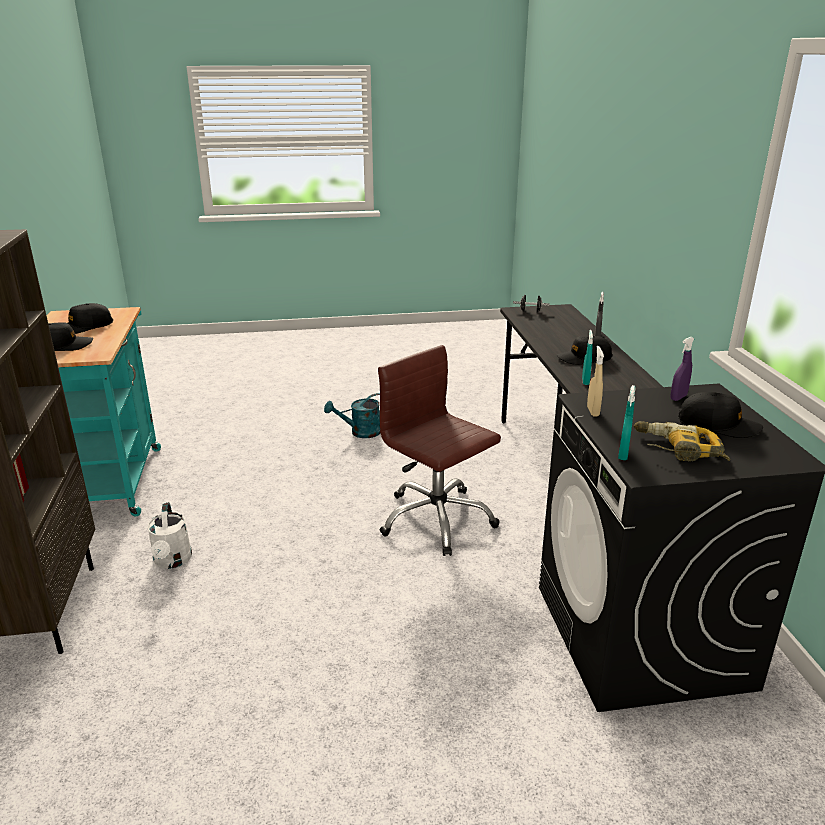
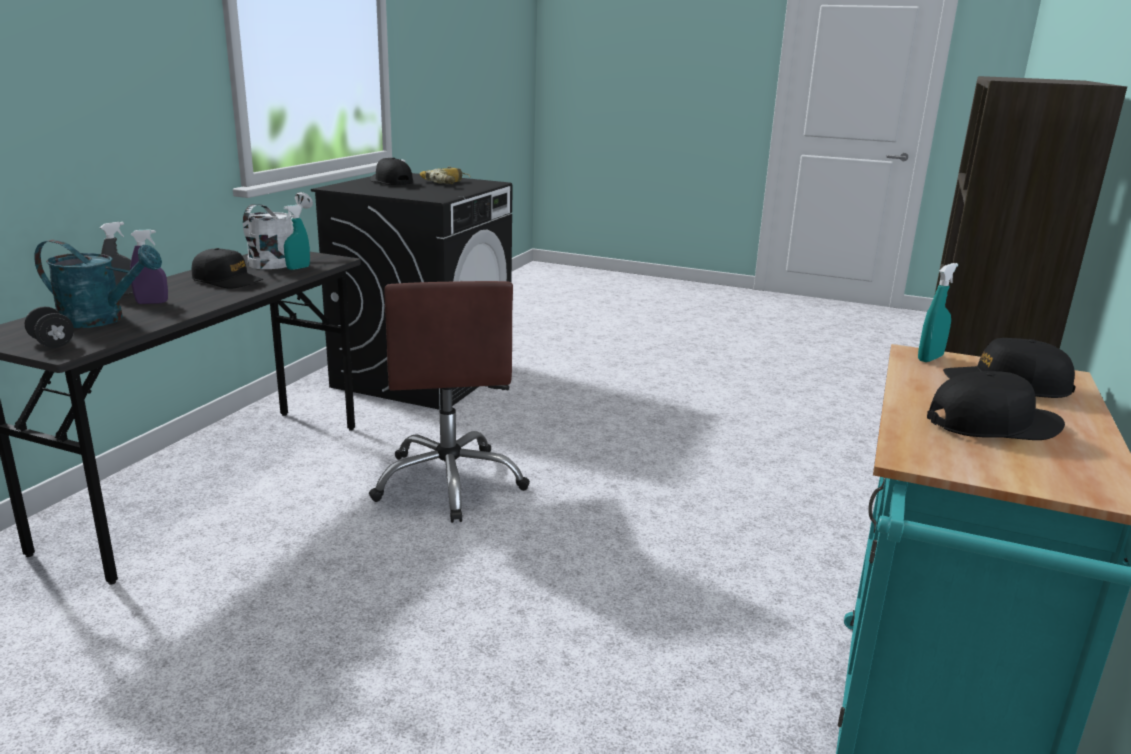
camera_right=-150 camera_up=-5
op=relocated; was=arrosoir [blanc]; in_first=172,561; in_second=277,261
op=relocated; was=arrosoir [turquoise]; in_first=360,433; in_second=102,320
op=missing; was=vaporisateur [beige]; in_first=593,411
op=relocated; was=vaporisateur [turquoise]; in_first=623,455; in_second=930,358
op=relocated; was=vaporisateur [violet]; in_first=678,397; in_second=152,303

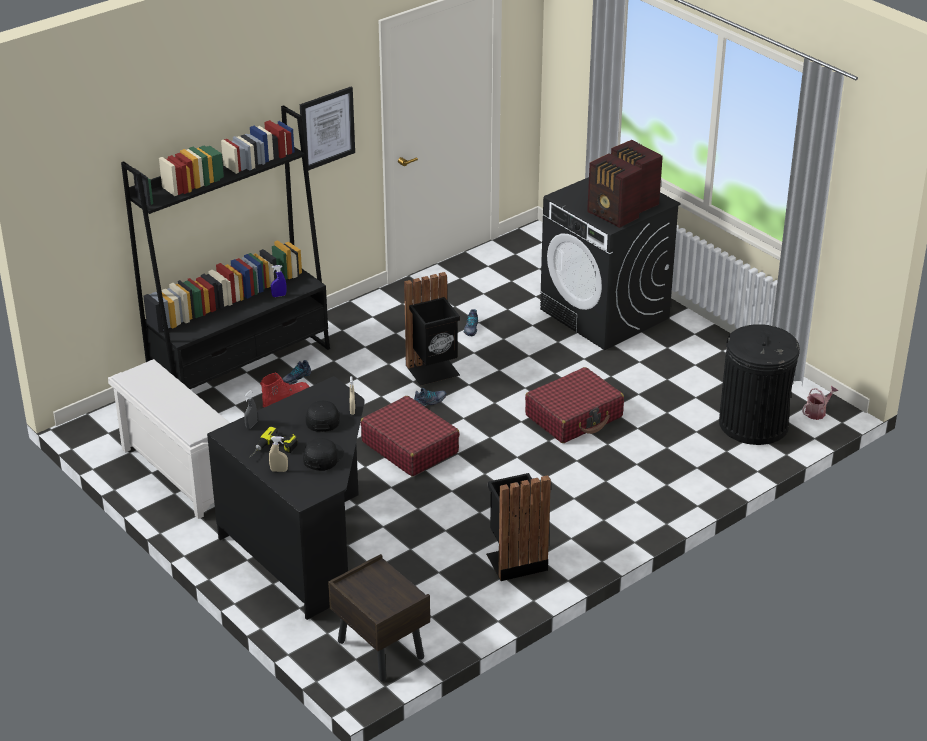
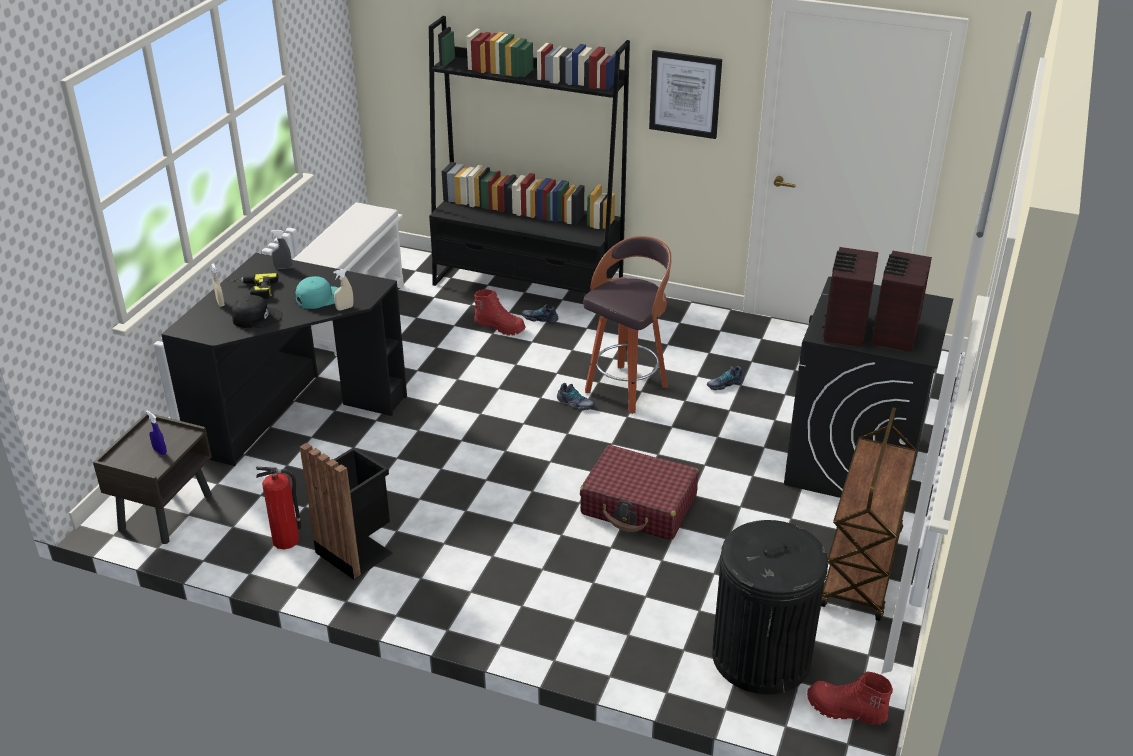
camera_right=60 camera_up=0
op=relocated; was=vaporisateur [bleu]; in_first=279,295; in_second=160,451
op=colour; was=casquette [noir]; now=casquette [turquoise]; in_first=322,419; in_second=319,297
op=missing; was=valise [rouge]; in_first=410,447
op=exchanged; was=poubelle [noir]; now=tabouret; in_first=434,371; in_second=627,388
op=exchanged; was=arrosoir; now=botte [rouge]; in_first=817,412; in_second=845,710
op=appeared; now=extincteur; in_second=286,540
op=appeared; now=chariot [marron]; in_second=862,570

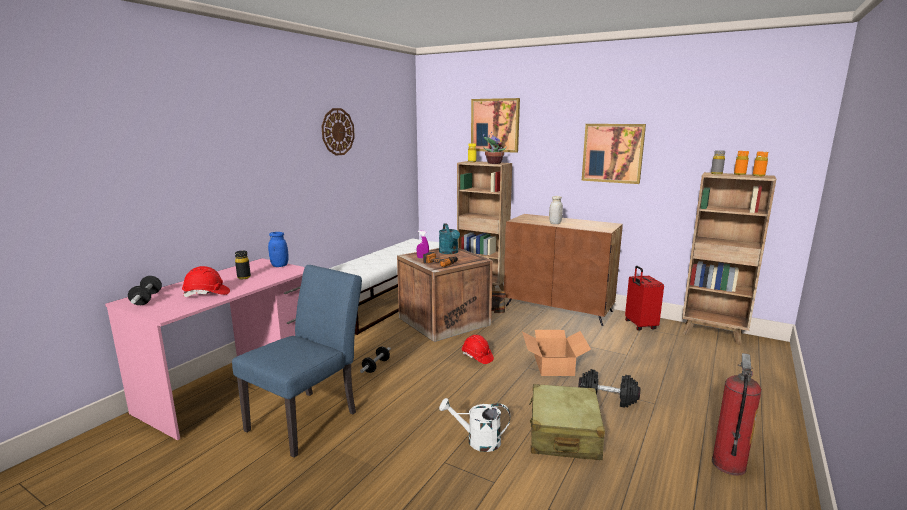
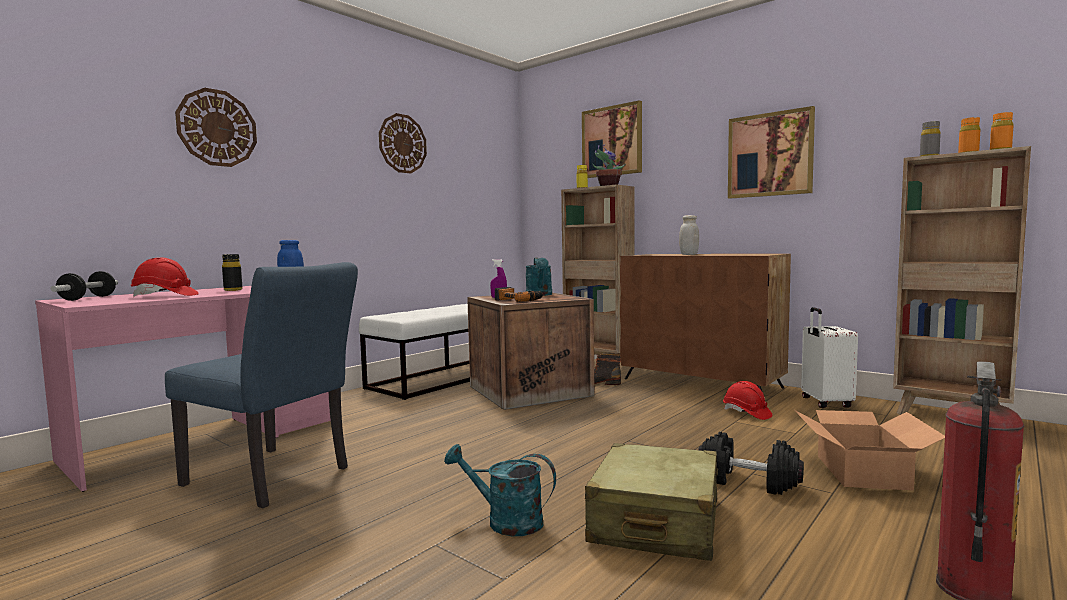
camera_right=10 camera_up=-10
op=spun; was=chaise [bleu]; in_first=309,417; in_second=274,478; clockwise=75
op=missing; was=haltère; in_first=376,366
op=colour; was=arrosoir [blanc]; now=arrosoir [turquoise]; in_first=477,441; in_second=505,521
op=relocated; was=casque de chantier [rouge]; in_first=477,357; in_second=746,413
op=relocated; was=carton; in_first=554,365; in_second=863,472
op=colour; was=valise [rouge]; now=valise [blanc]; in_first=639,325; in_second=825,403
op=appeared; now=horloge murale; in_second=217,128

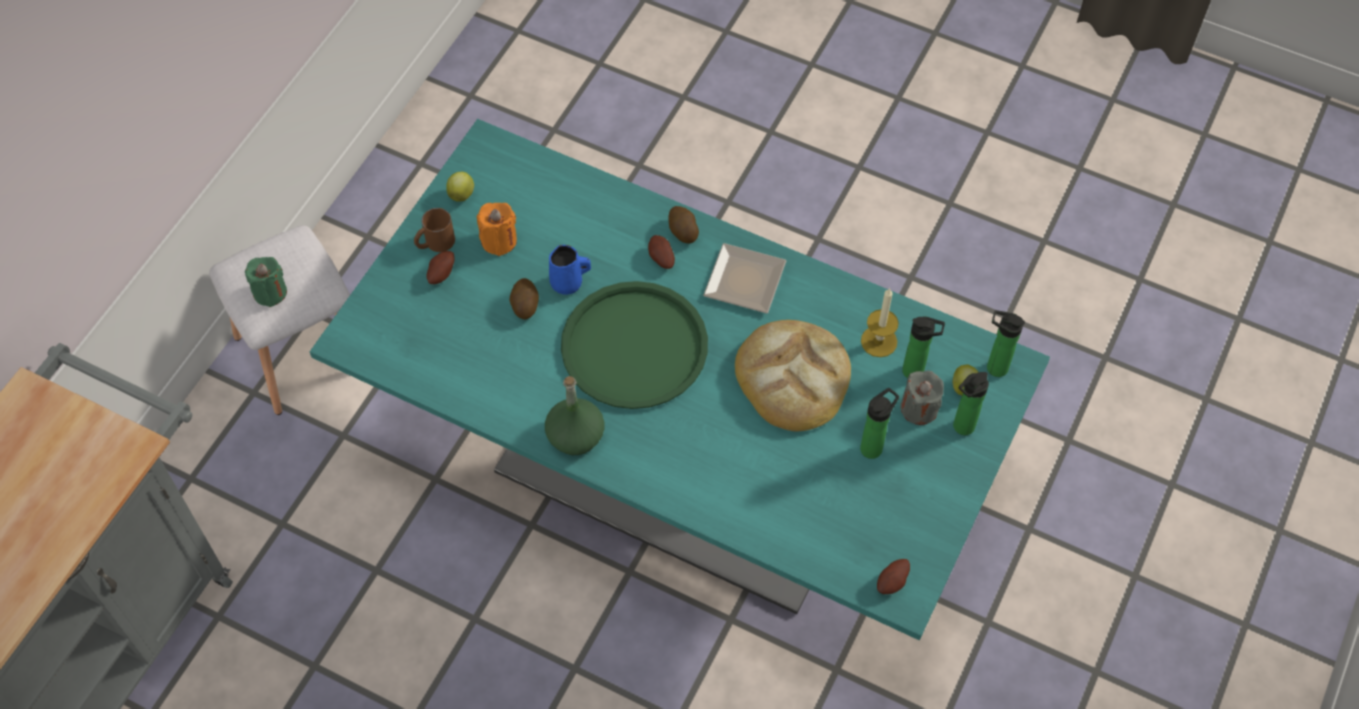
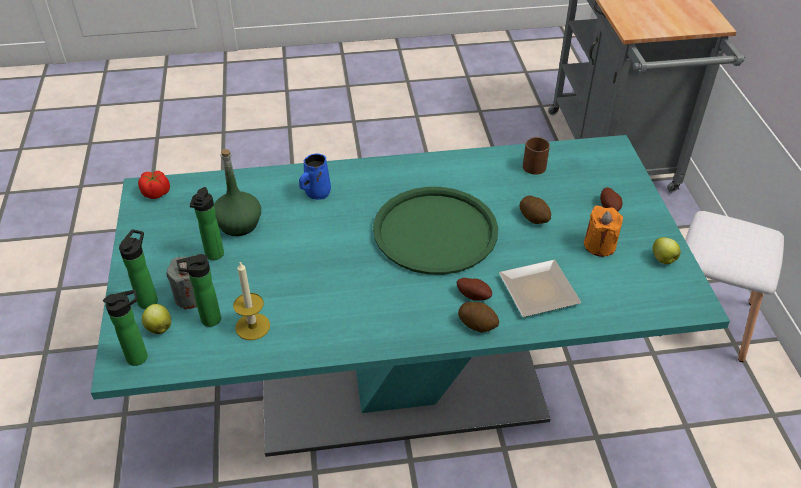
camera_right=145 camera_up=-15
op=missing; was=bougie [vert]; in_first=270,292
op=relocated; was=mug [marron]; in_first=435,243; in_second=535,163
op=relocated; was=bouteille [vert]; in_first=575,436; in_second=239,224
op=relocated; was=mug [bleu]; in_first=568,283; in_second=316,193
op=relocated; was=assiette; in_first=741,282; in_second=539,289
op=missing; was=pain; in_first=793,377
op=exchanged; was=pomme de terre; now=tomate; in_first=893,582; in_second=156,193

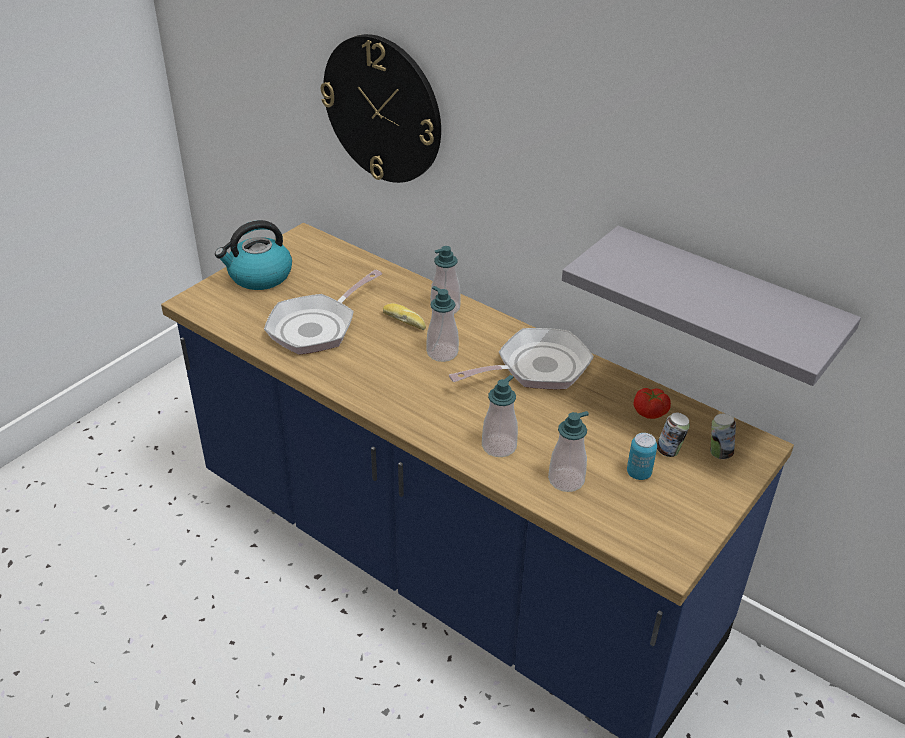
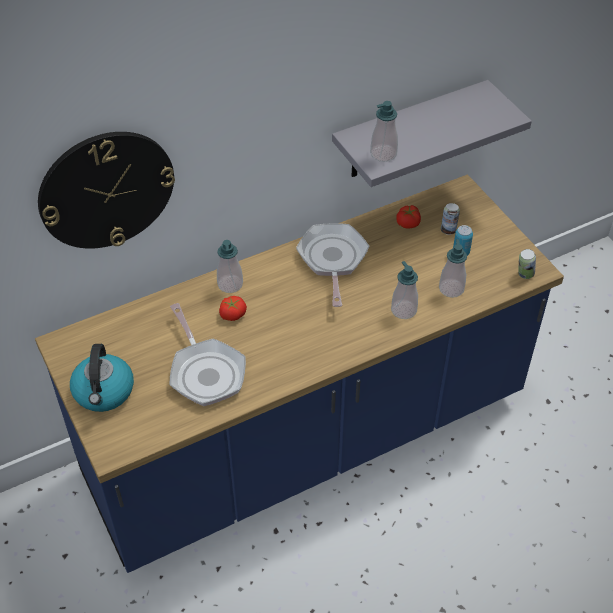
camera_right=-65 camera_up=10
op=exchanged; was=pain; now=tomate; in_first=405,321; in_second=232,314
op=relocated; was=distributeur de savon; in_first=442,353; in_second=383,154
op=relocated; was=boîte métallique; in_first=719,453; in_second=524,275

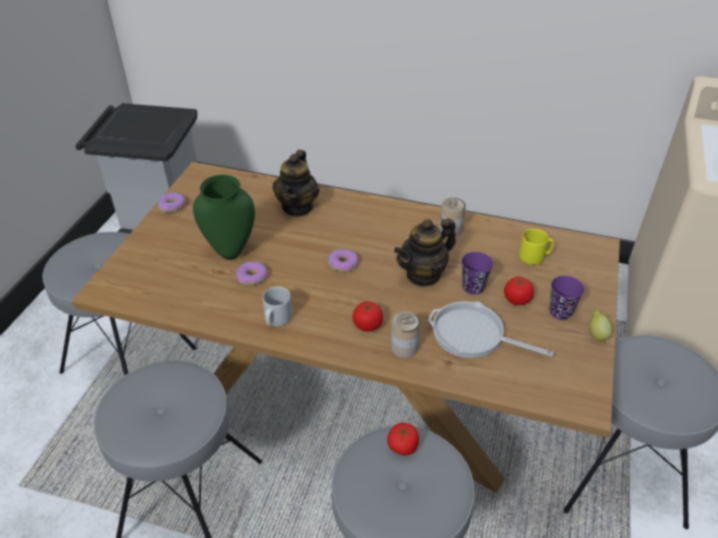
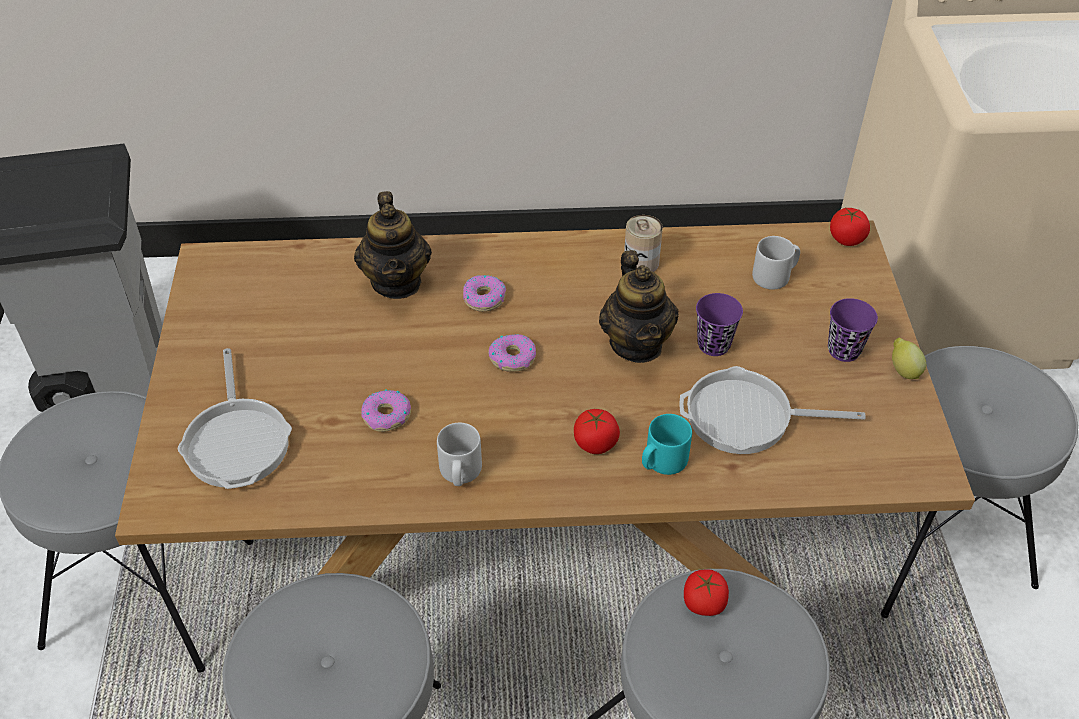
camera_right=-20 camera_up=5
op=relocated; was=beignet; in_first=172,206; in_second=484,298
op=missing; was=vase [vert]; in_first=231,251
op=exchanged; was=boîte métallique; now=mug [turquoise]; in_first=404,347; in_second=662,462
op=spun; was=théière; in_first=423,274; in_second=637,344; clockwise=-45
op=relocated; was=tomate; in_first=517,299; in_second=846,238
op=colour; was=mug [jaune]; now=mug [gris]; in_first=534,257; in_second=775,276
op=appeared; now=poêle; in_second=237,441

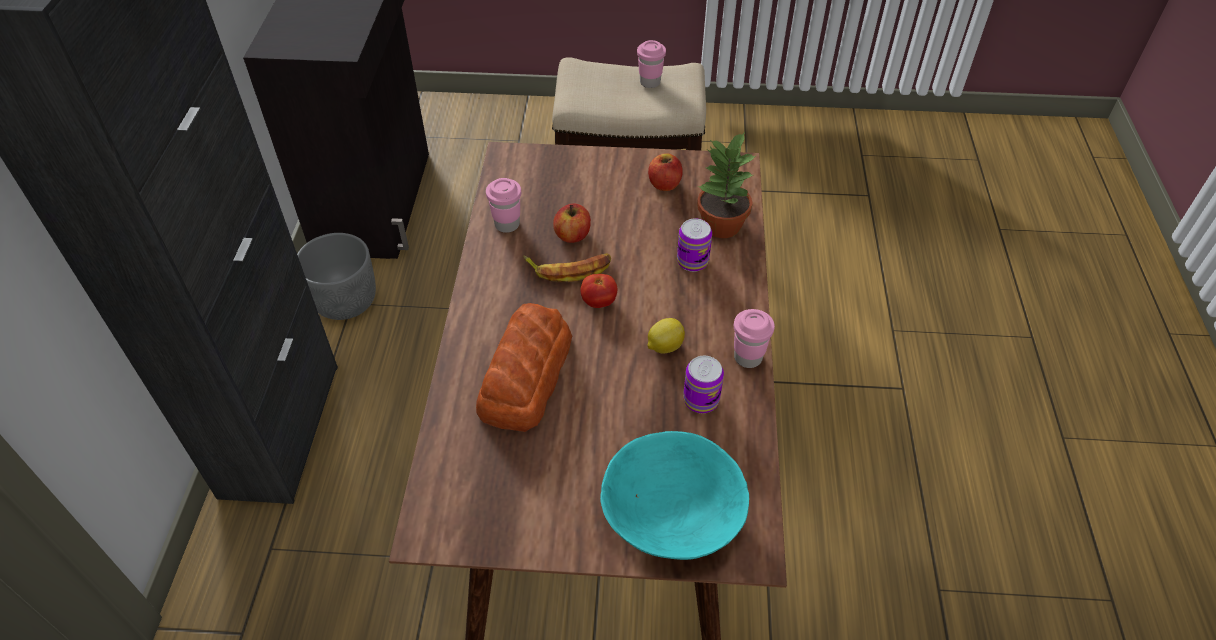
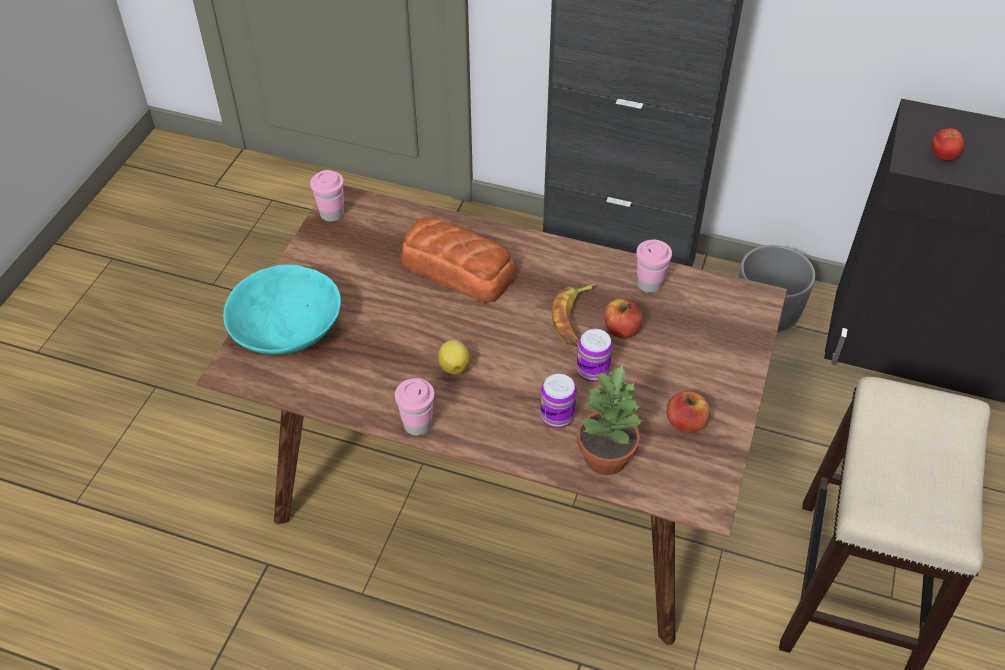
camera_right=105 camera_up=0
op=relocated; was=tomate; in_first=599,302; in_second=943,156
op=relocated; was=tasse [rose]; in_first=650,82; in_second=332,214
op=relocated; was=boîte métallique; in_first=701,400; in_second=592,370

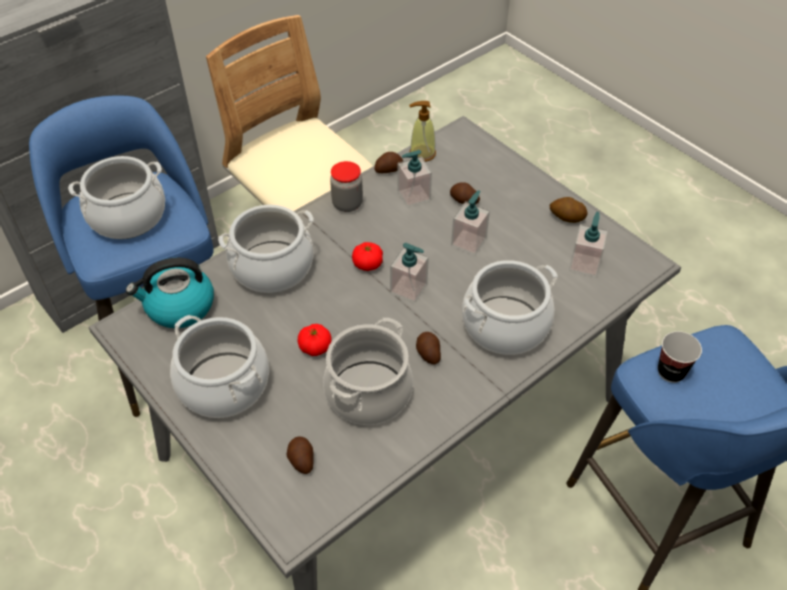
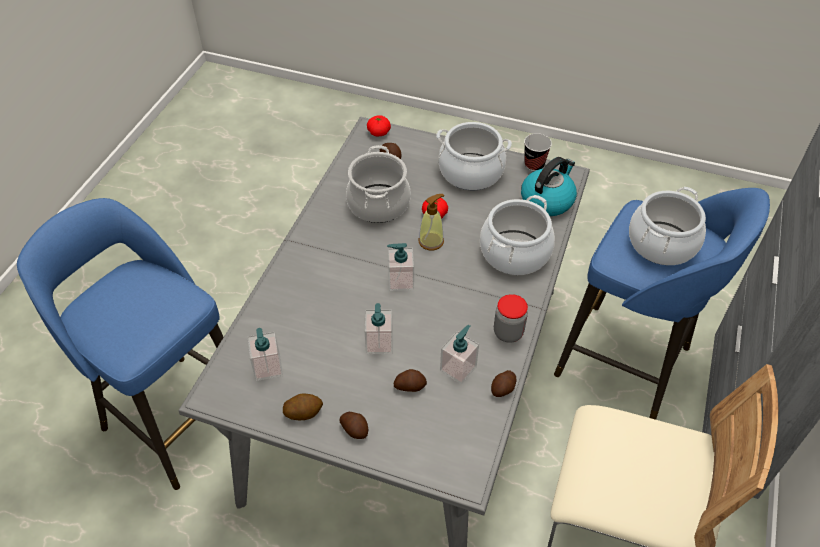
camera_right=150 camera_up=0
op=relocated; was=tomate; in_first=367,264; in_second=379,132
op=relocated; was=distributeur de savon; in_first=422,153; in_second=431,241
op=relocated; was=pomme de terre; in_first=428,353; in_second=355,429
op=missing; was=marmite; in_first=505,325
op=relocated; was=tasse; in_first=671,372; in_second=534,165

